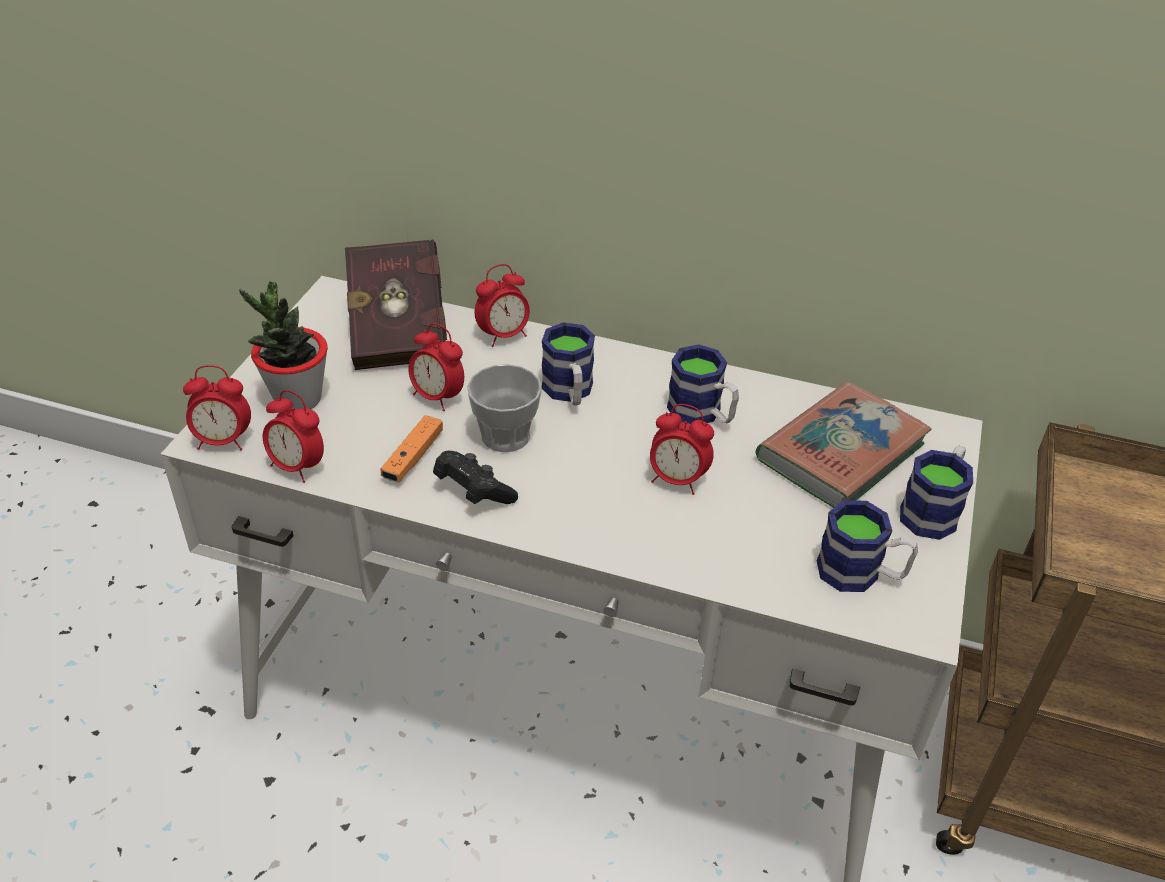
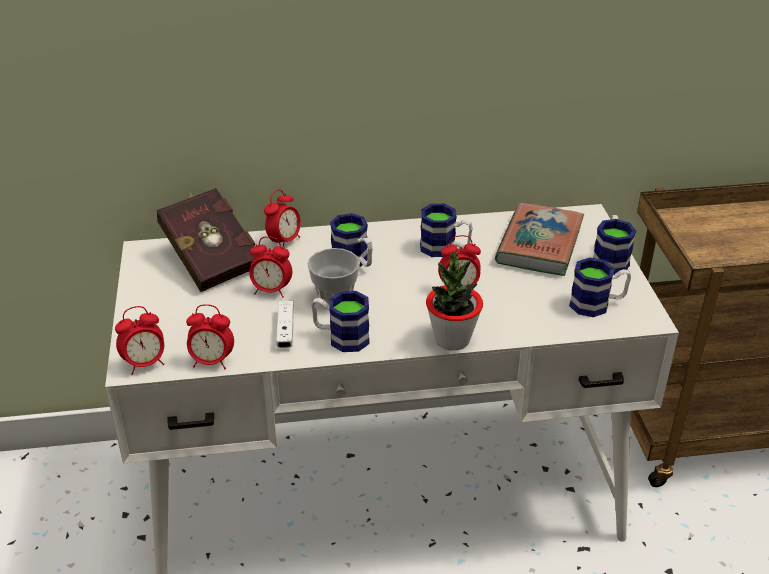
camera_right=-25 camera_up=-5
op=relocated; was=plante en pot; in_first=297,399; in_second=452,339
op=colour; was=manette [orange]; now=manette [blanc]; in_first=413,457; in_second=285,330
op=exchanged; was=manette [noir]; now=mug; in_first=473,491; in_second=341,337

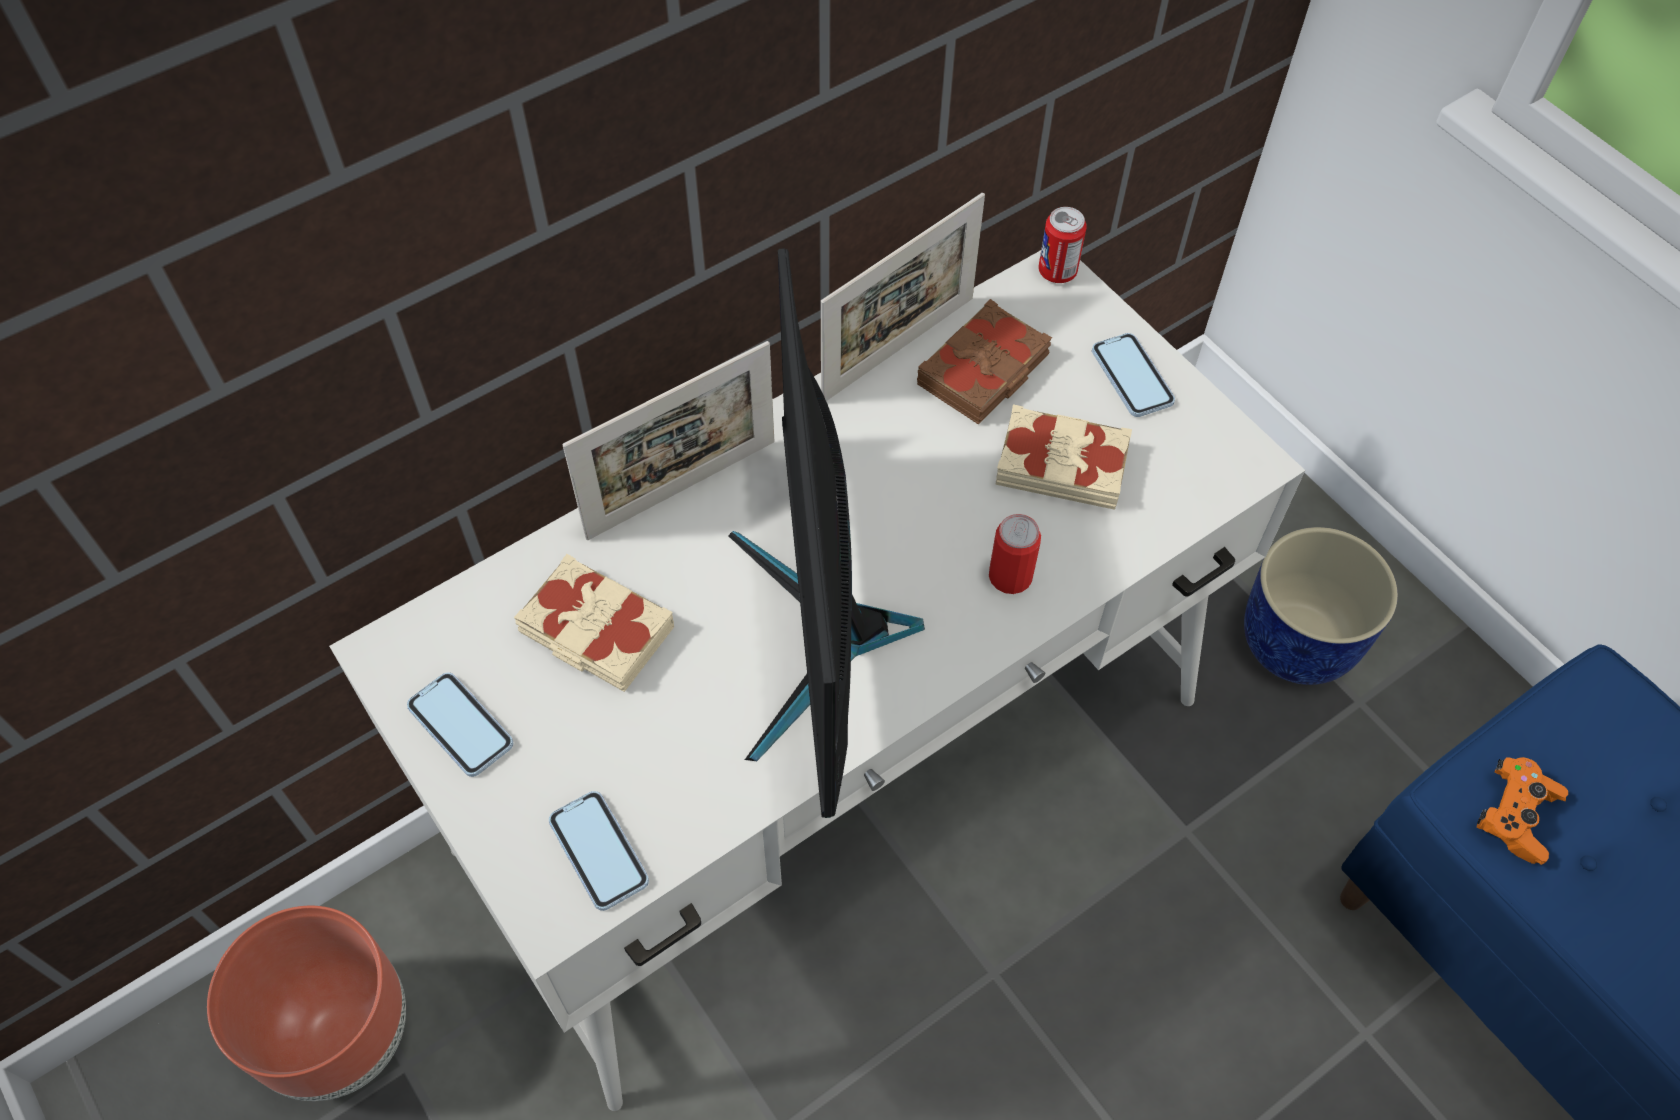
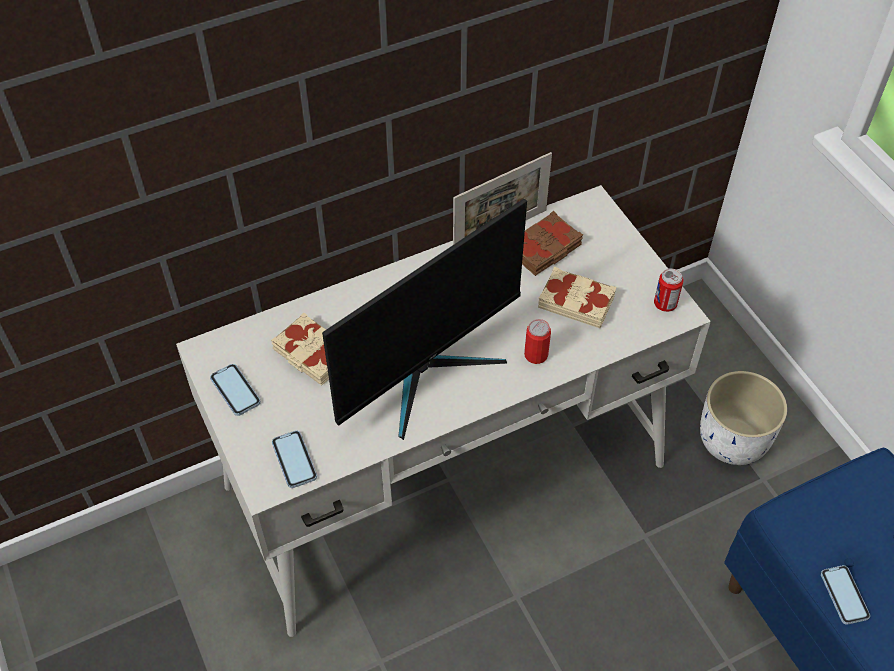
camera_right=10 camera_up=-5
op=missing; was=cache-pot [marron]; in_first=340,1037
op=missing; was=cadre photo; in_first=682,489
op=spun; was=écran d'ordinateur; in_first=819,637; in_second=428,372; clockwise=-135
op=relocated; was=boîte métallique; in_first=1057,272; in_second=665,304
op=relocated; was=téléphone; in_first=1132,377; in_second=844,595
op=colour; was=cache-pot [bleu]; now=cache-pot [blanc]; in_first=1299,641; in_second=734,440
op=missing; was=manette [orange]; in_first=1515,816

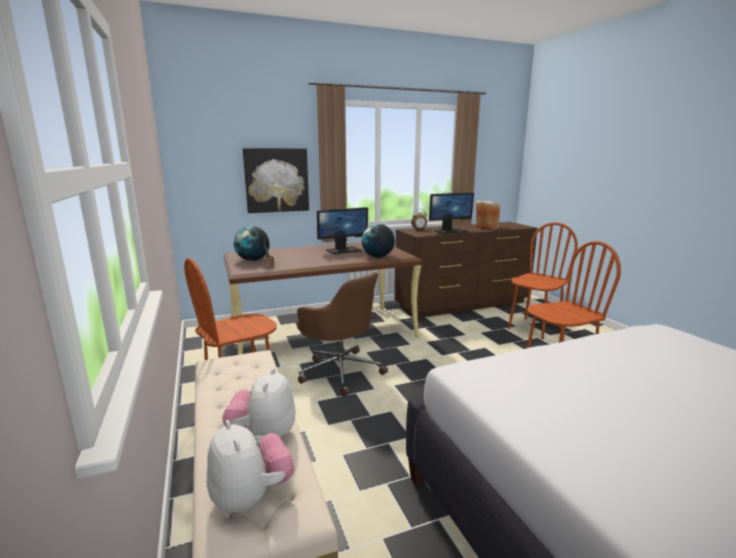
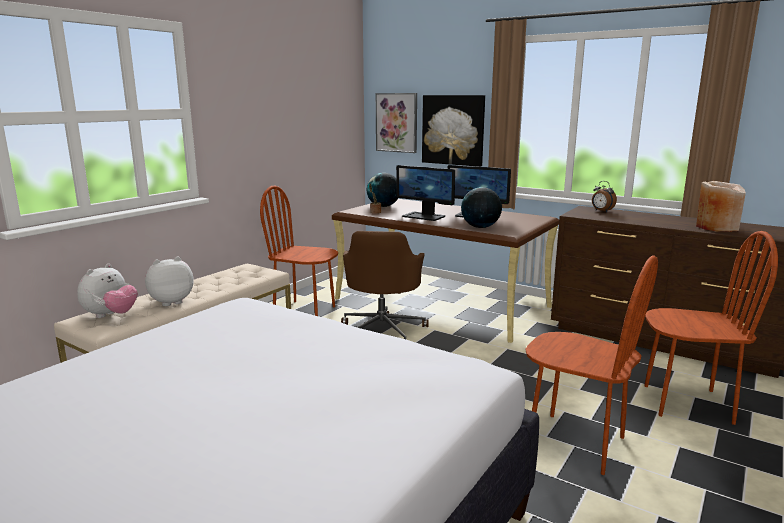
camera_right=55 camera_up=0
op=relocated; was=écran d'ordinateur; in_first=450,231; in_second=424,216
op=appeared; now=tableau; in_second=397,122

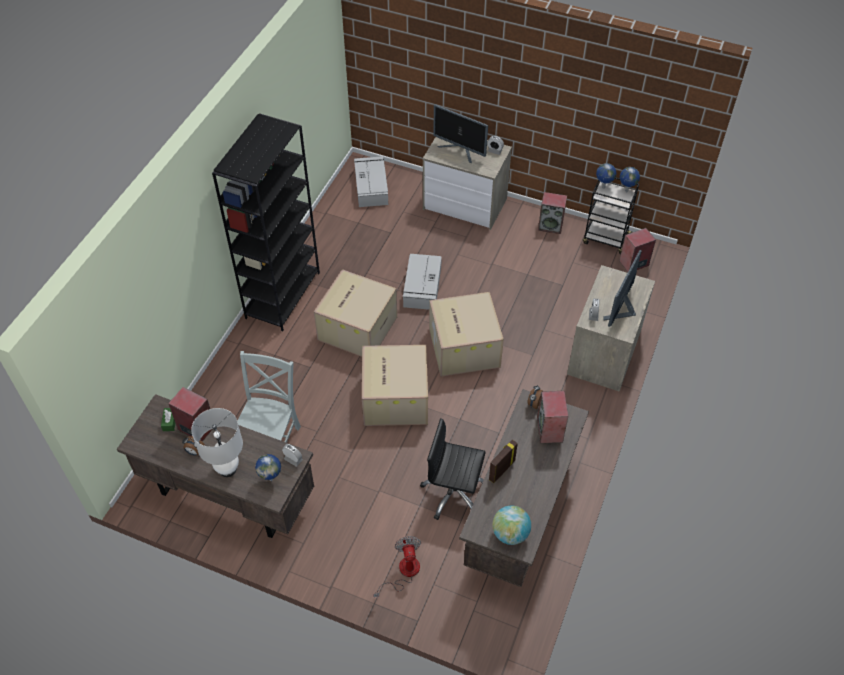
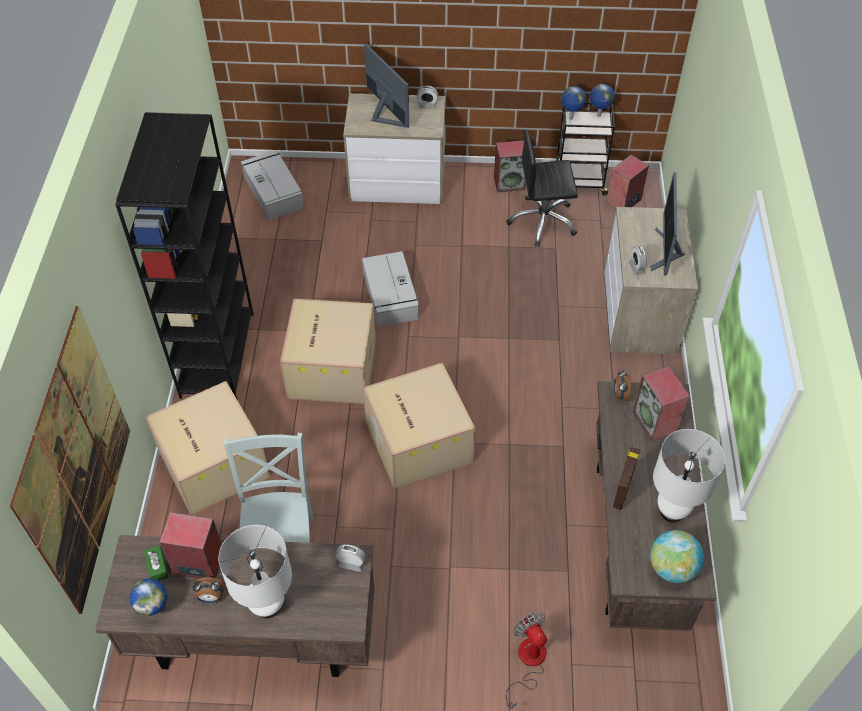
camera_right=-20 camera_up=0
op=relocated; was=globe; in_first=271,478; in_second=156,611
op=relocated; was=chaise de bureau [noir]; in_first=454,493; in_second=542,222
op=relocated; was=carton; in_first=463,347; in_second=212,464
op=spun; was=écran d'ordinateur; in_first=460,151; in_second=385,115; clockwise=-135
op=appeared; now=tableau; in_second=77,462
op=appeared; now=lampe de table [blanc]; in_second=672,512

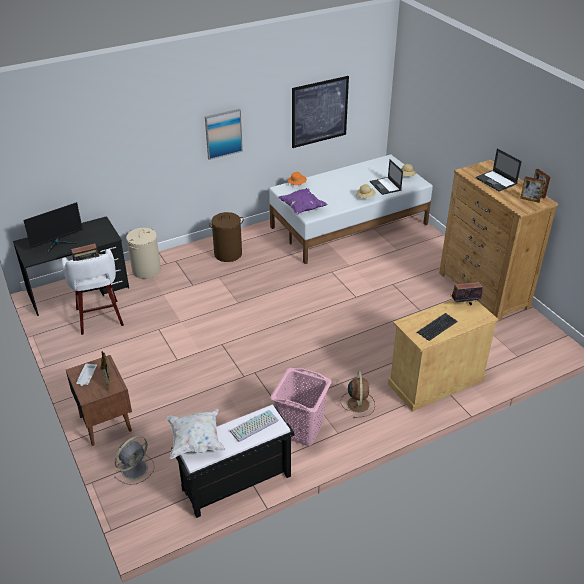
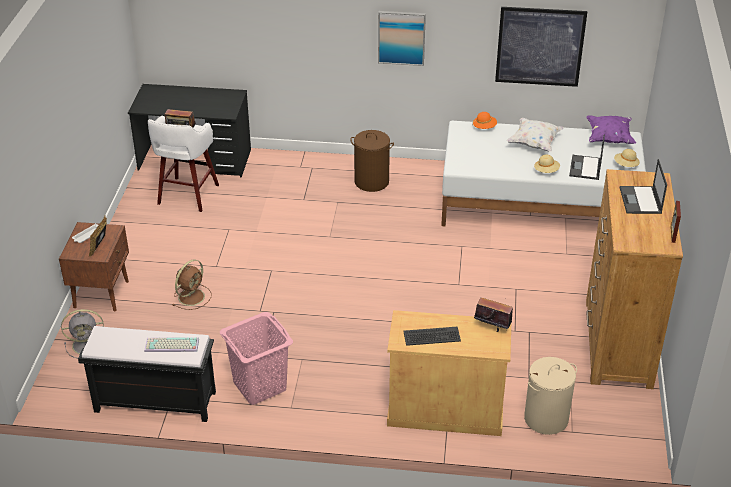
camera_right=35 camera_up=0
op=missing; was=écran d'ordinateur; in_first=58,244
op=relocated; was=panier à linge [beige]; in_first=146,270; in_second=546,419
op=relocated; was=coussin [blanc]; in_first=196,441; in_second=534,143
op=relocated; was=coussin [violet]; in_first=302,208; in_second=609,138
op=relocated; was=ventilateur [marron]; in_first=358,403; in_second=192,296
op=missing; was=cadre photo; in_first=529,200

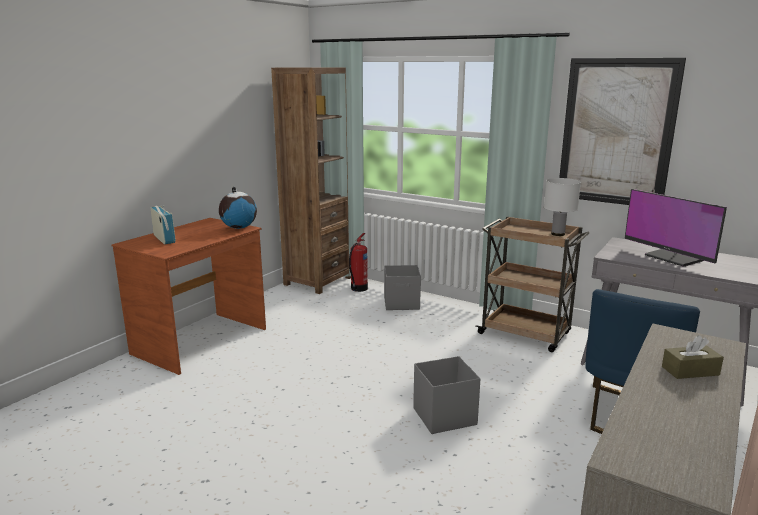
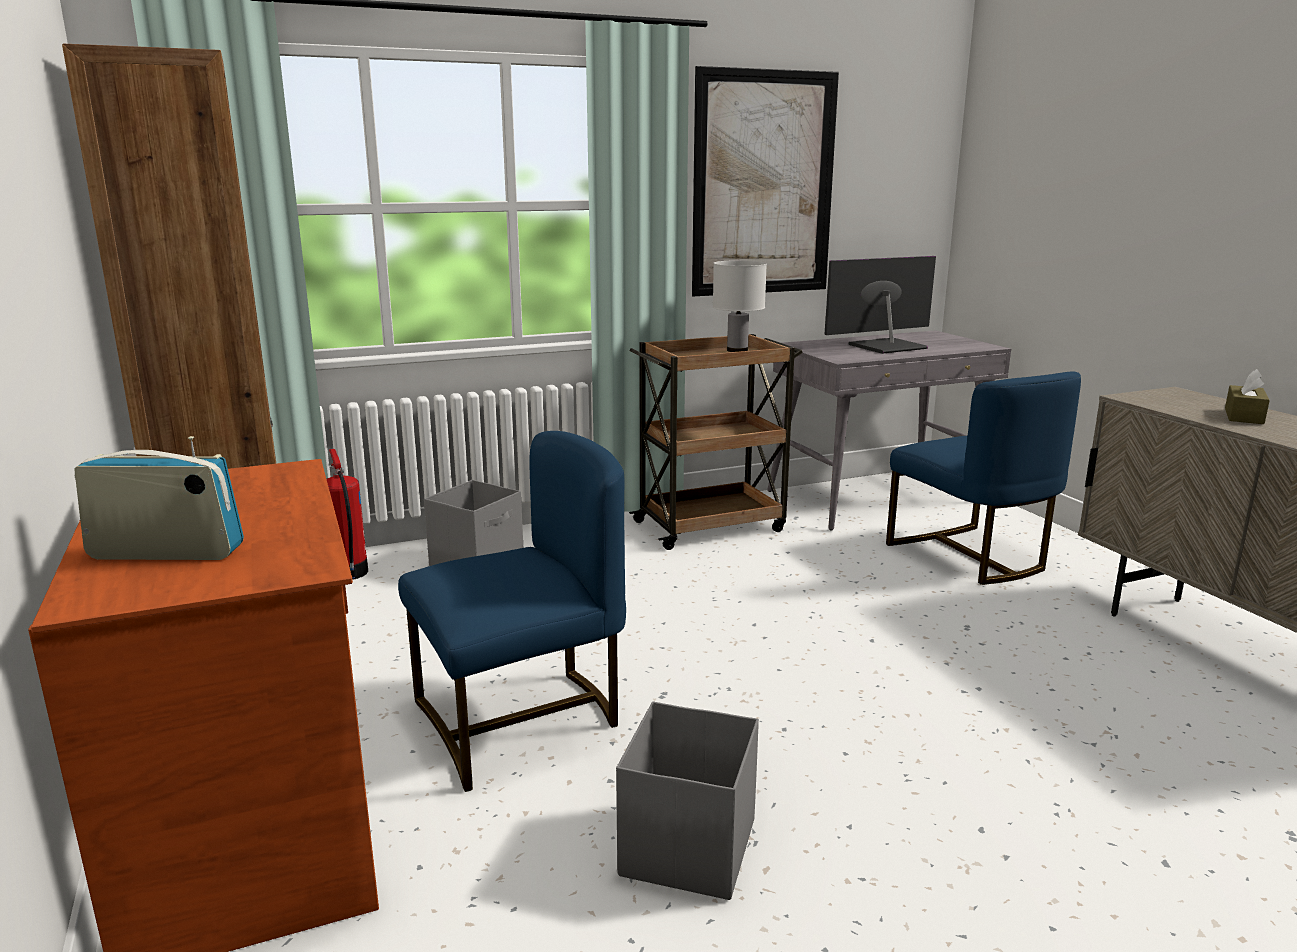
camera_right=-55 camera_up=0
op=missing; was=globe; in_first=239,227
op=relocated; was=boîte de rangement [gris]; in_first=443,416; in_second=686,849
op=spun; was=écran d'ordinateur; in_first=674,258; in_second=885,346; clockwise=150
op=appeared; now=chaise [bleu]; in_second=520,720

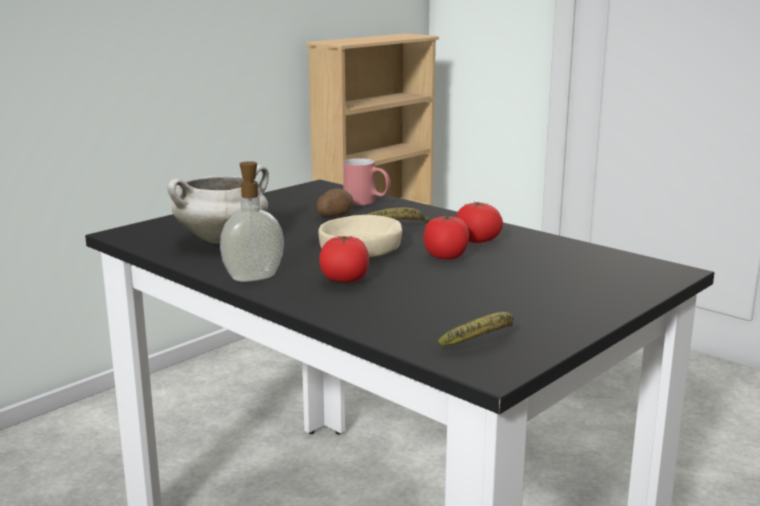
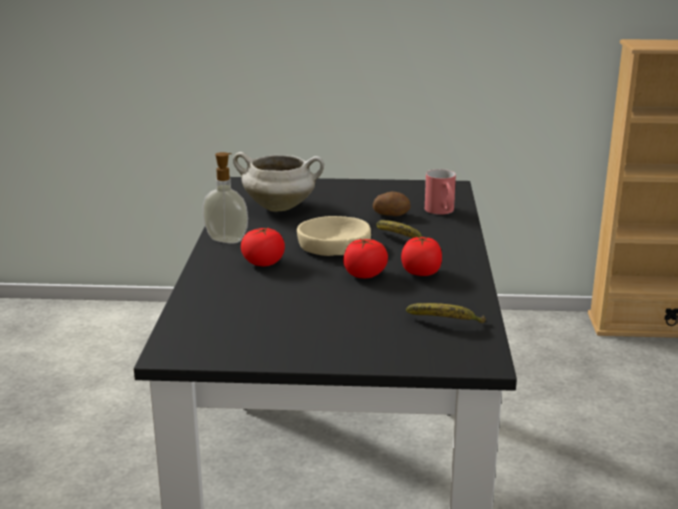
camera_right=50 camera_up=5
op=relocated; was=banane; in_first=483,341; in_second=445,323

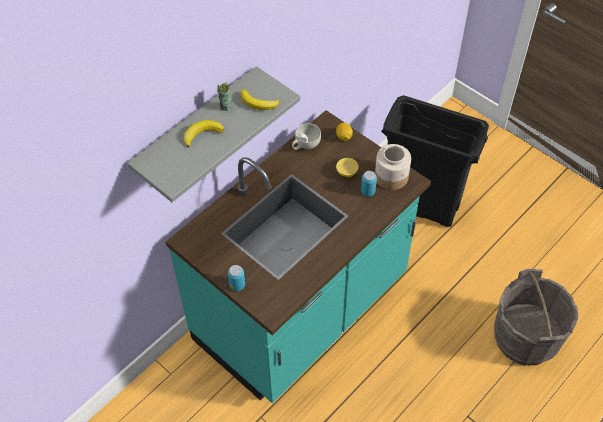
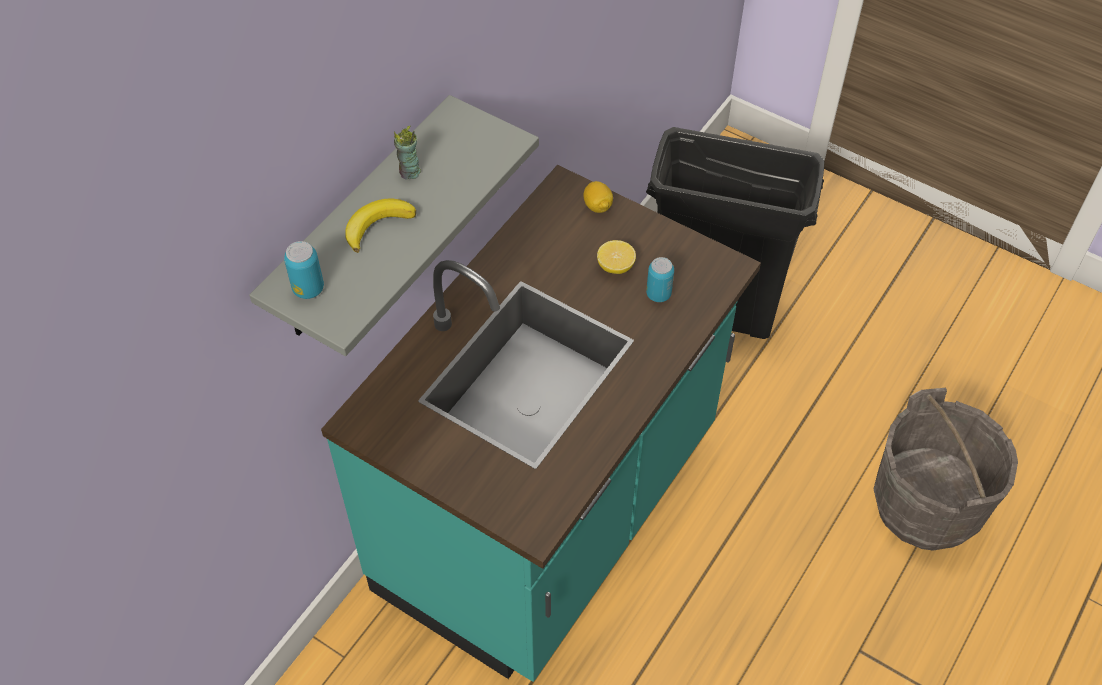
camera_right=-10 camera_up=0
op=relocated; was=boîte métallique; in_first=237,285; in_second=308,289
op=missing; was=banane; in_first=258,103
op=missing; was=tasse [blanc]; in_first=305,144
op=missing; was=bocal; in_first=391,177

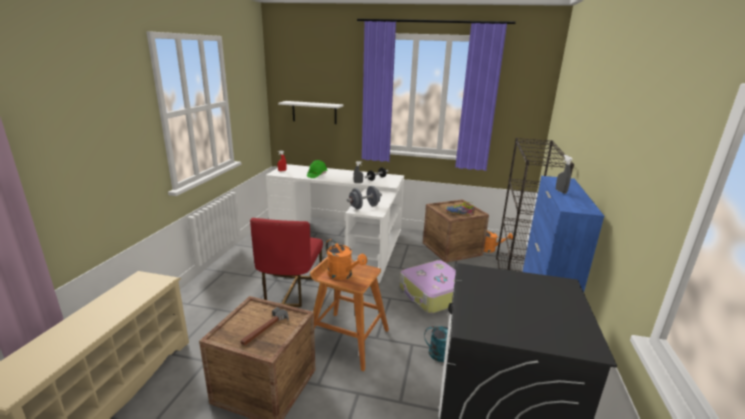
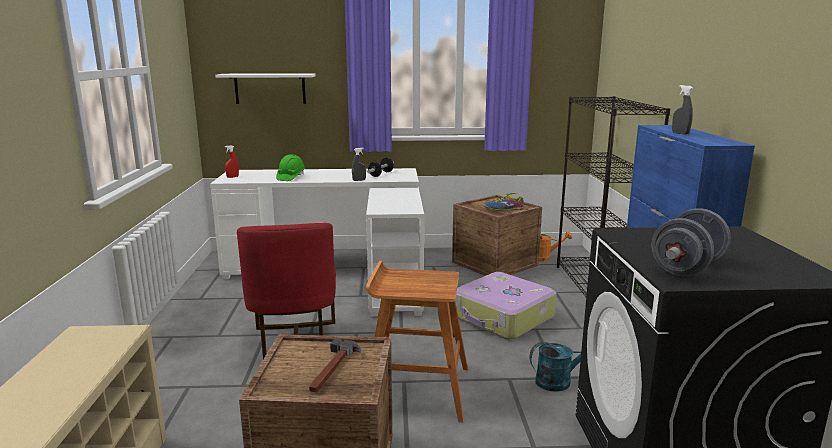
camera_right=-15 camera_up=-5
op=missing; was=arrosoir [orange]; in_first=343,275
op=relocated; was=haltère [gris]; in_first=364,207; in_second=687,268

